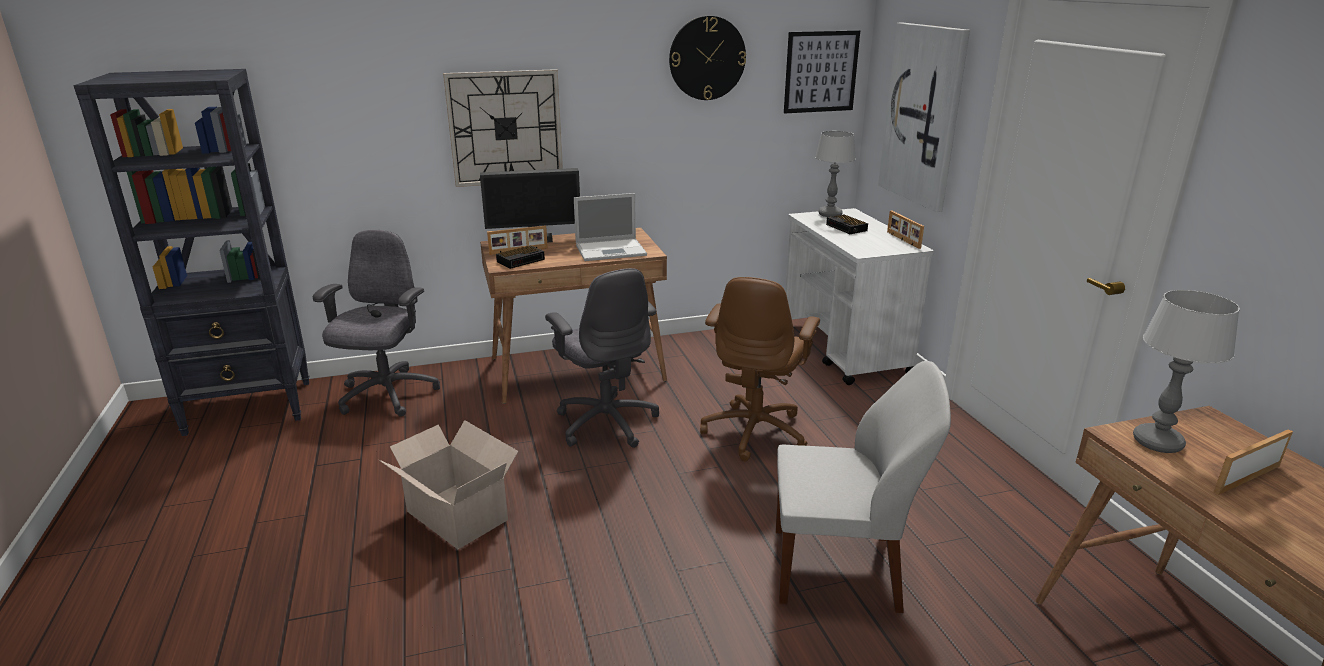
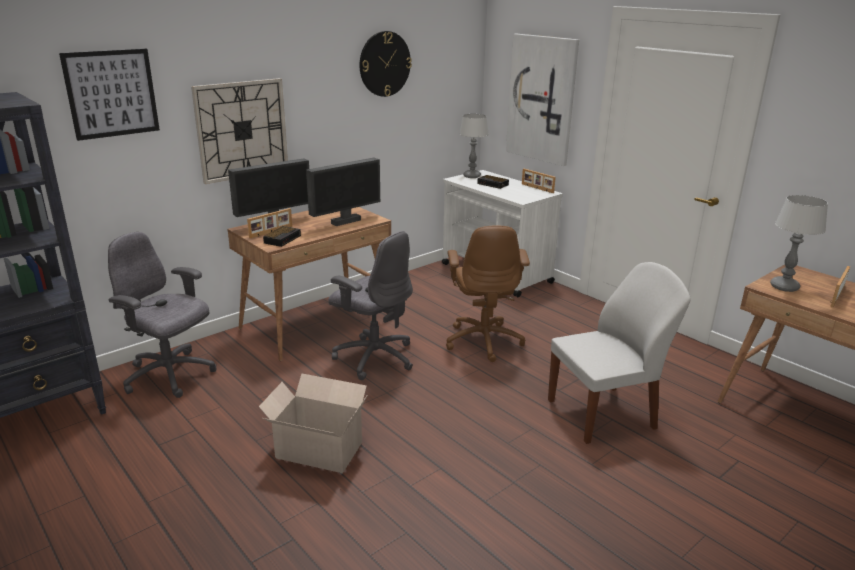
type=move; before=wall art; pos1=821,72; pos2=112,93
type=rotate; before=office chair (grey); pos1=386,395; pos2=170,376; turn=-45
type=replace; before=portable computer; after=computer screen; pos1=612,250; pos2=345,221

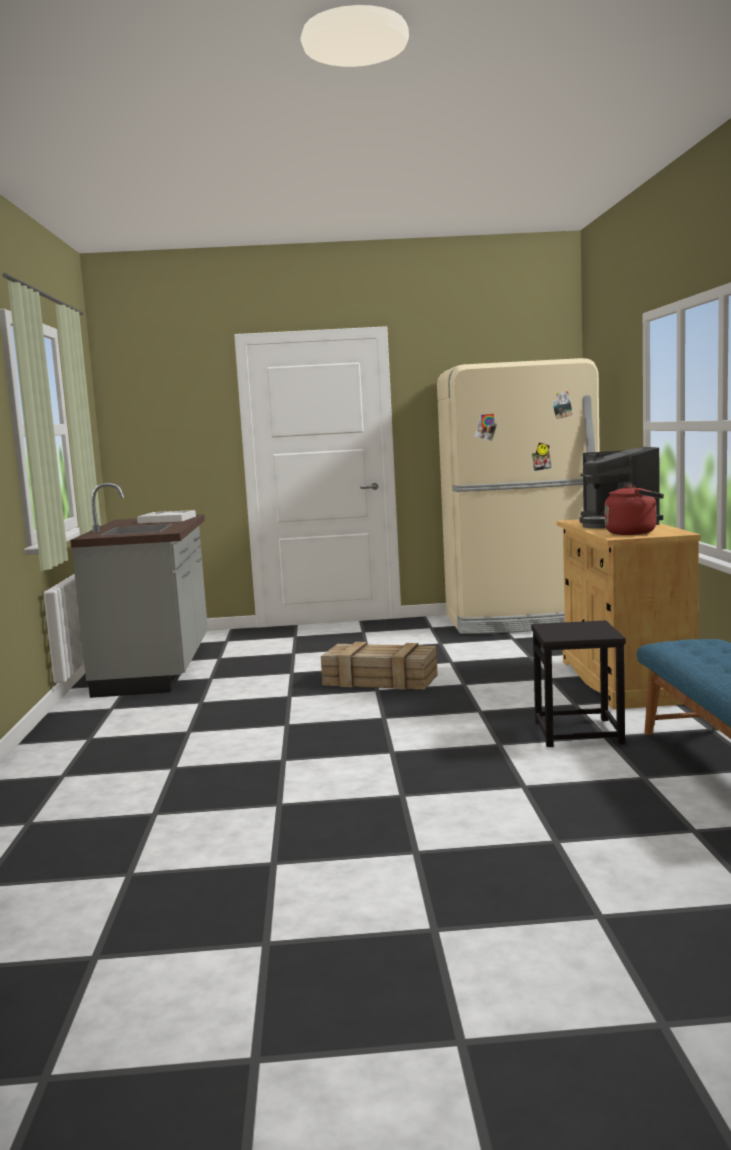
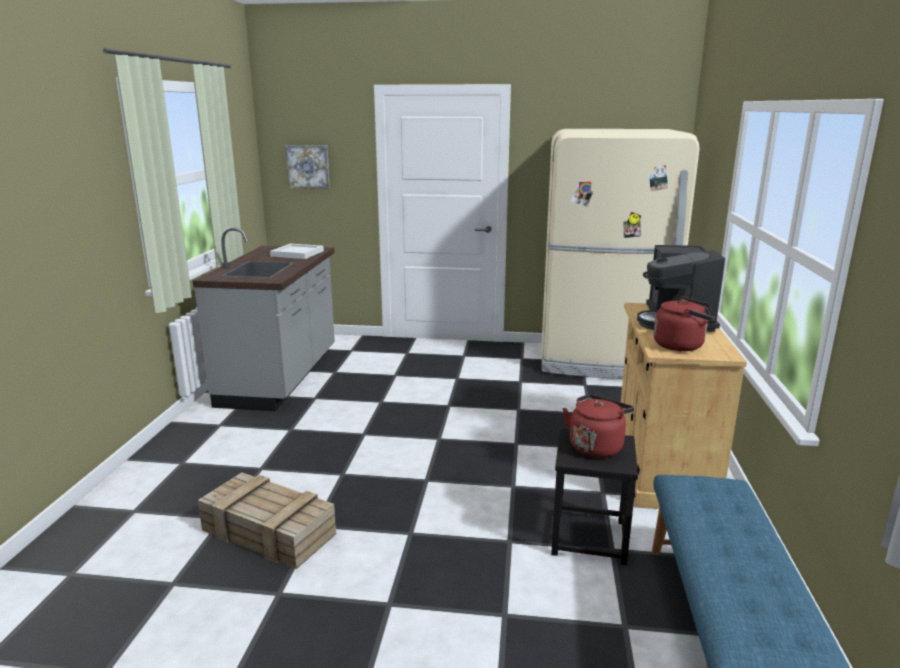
type=move; before=crate; pos1=378,680; pos2=266,531
type=insert; after=wall art; pos2=308,166
type=insert; after=water kettle (red-coloured); pos2=596,446

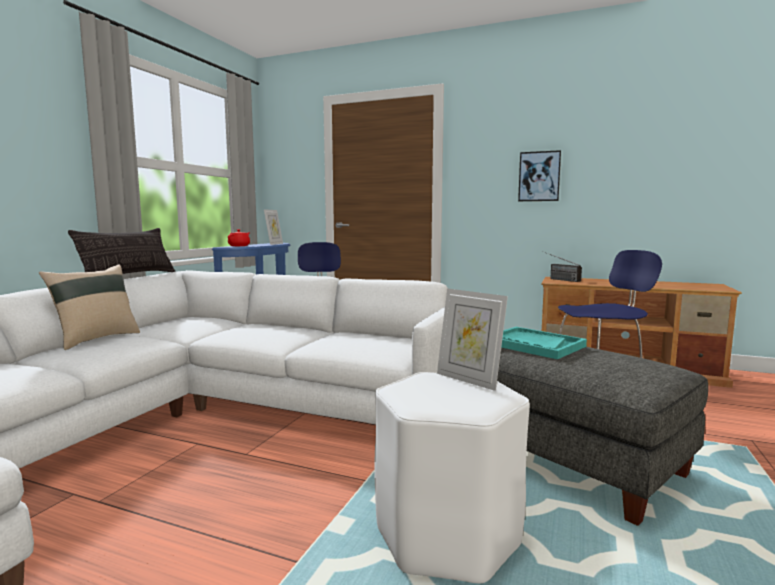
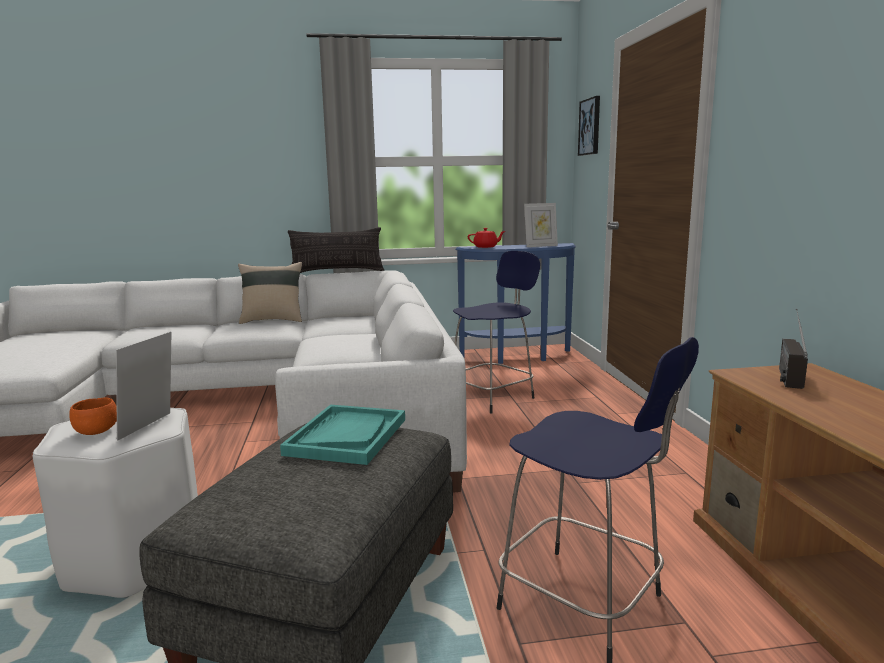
type=insert; after=serving bowl (orange-coloured); pos2=96,431
type=move; before=wall art; pos1=539,176; pos2=590,127

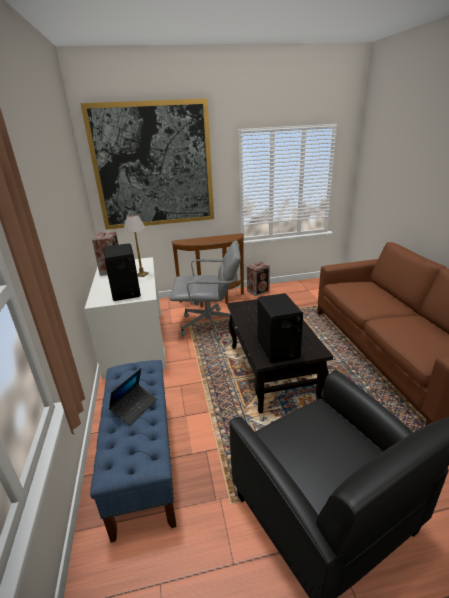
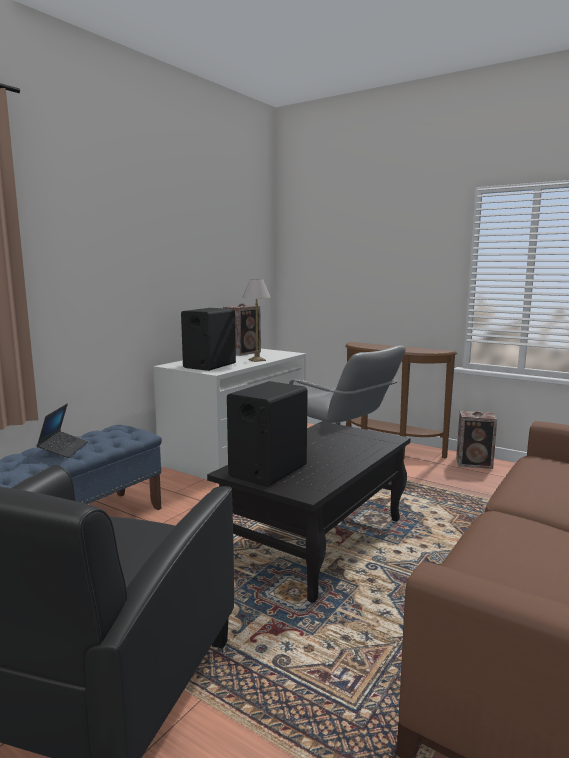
type=rotate; before=portable computer; pos1=134,407; pos2=63,449; turn=-75
type=delete; before=wall art; pos1=153,166

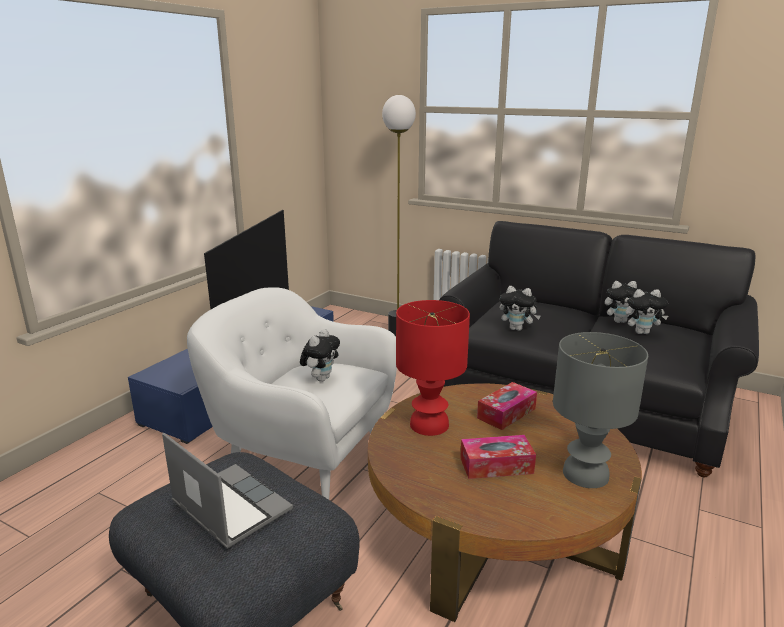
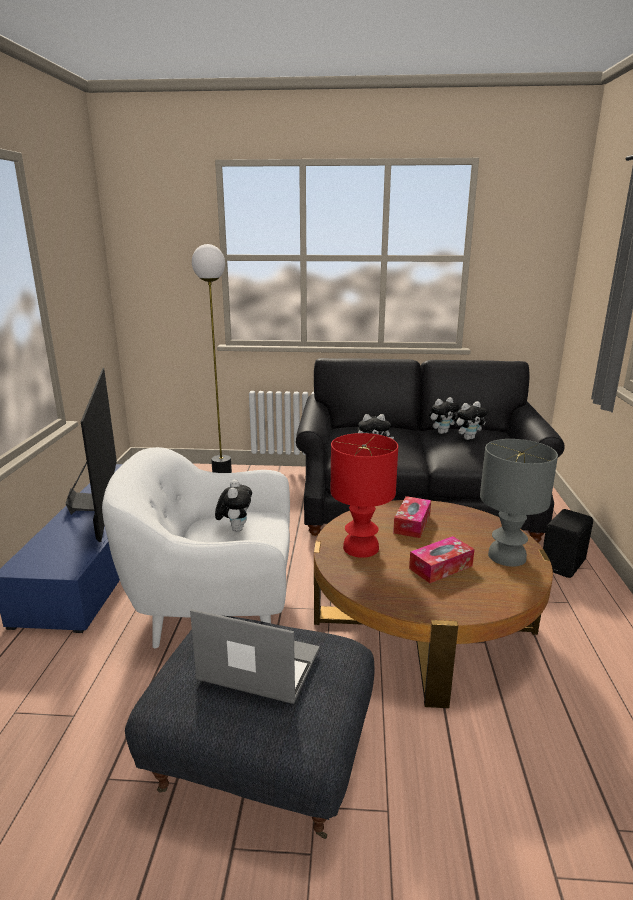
type=insert; after=audio speaker (black-coloured); pos2=564,565

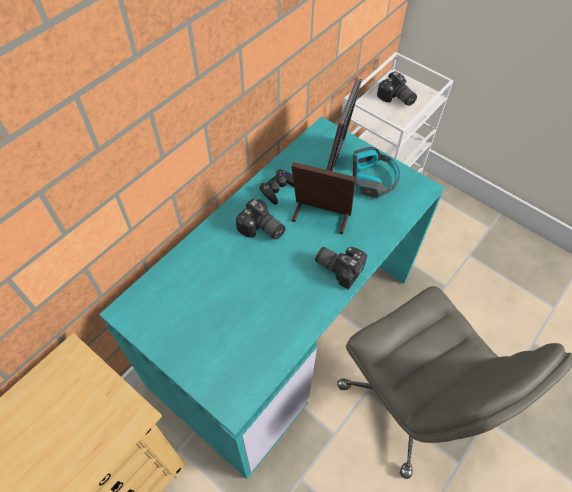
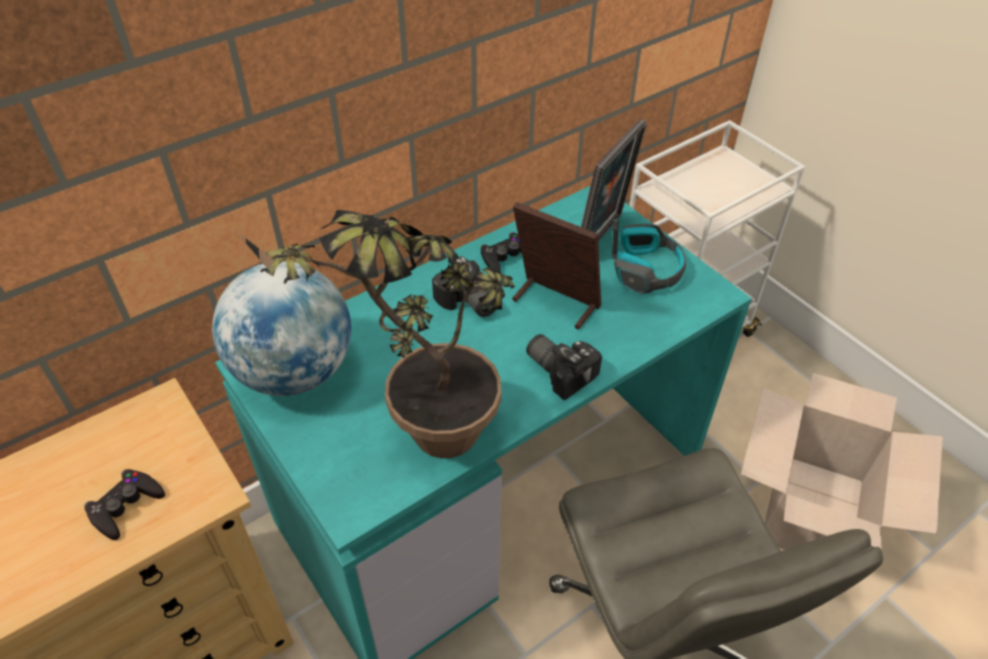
type=insert; after=gamepad (black-coloured); pos2=126,506
type=insert; after=desk globe; pos2=294,372
type=insert; after=potted plant; pos2=420,433
type=insert; after=packing box; pos2=813,512
type=delete; before=still camera; pos1=396,98

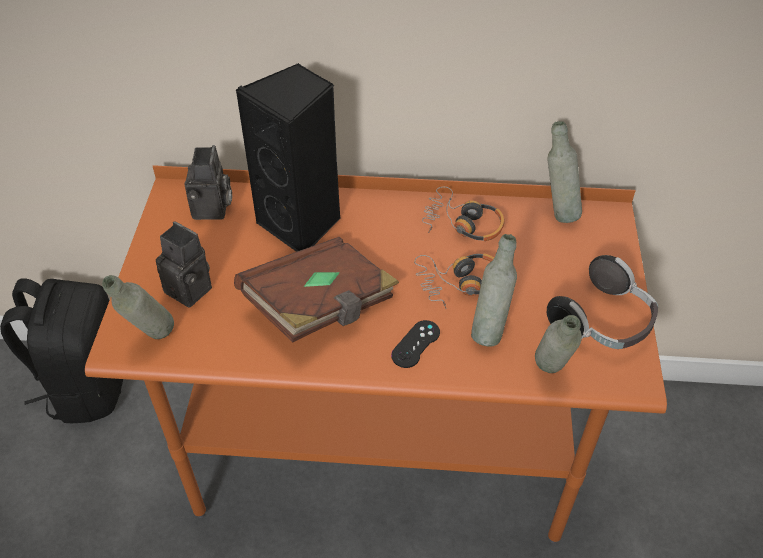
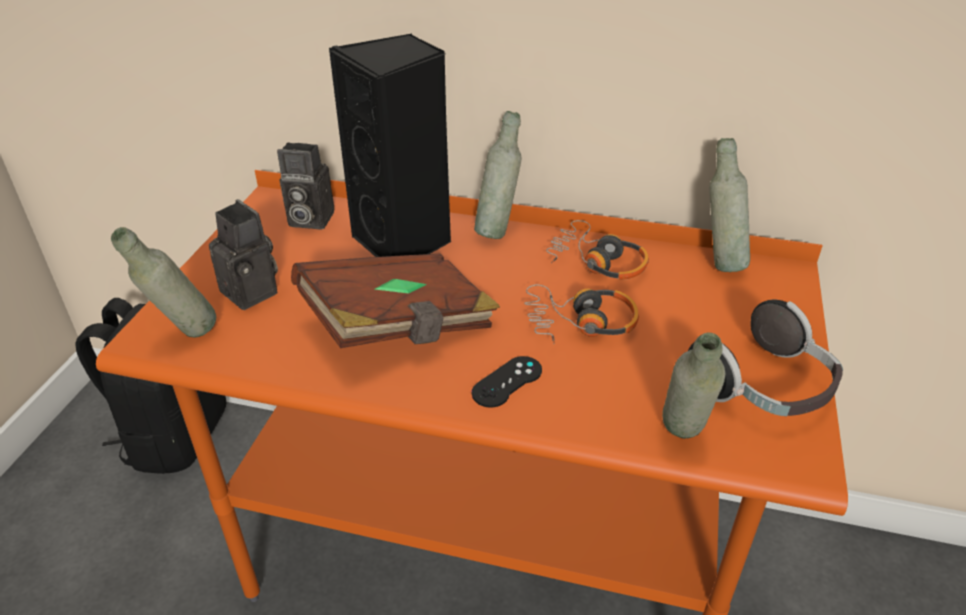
type=rotate; before=still camera; pos1=213,210; pos2=308,220; turn=90
type=move; before=drink bottle (grey); pos1=489,330; pos2=497,230

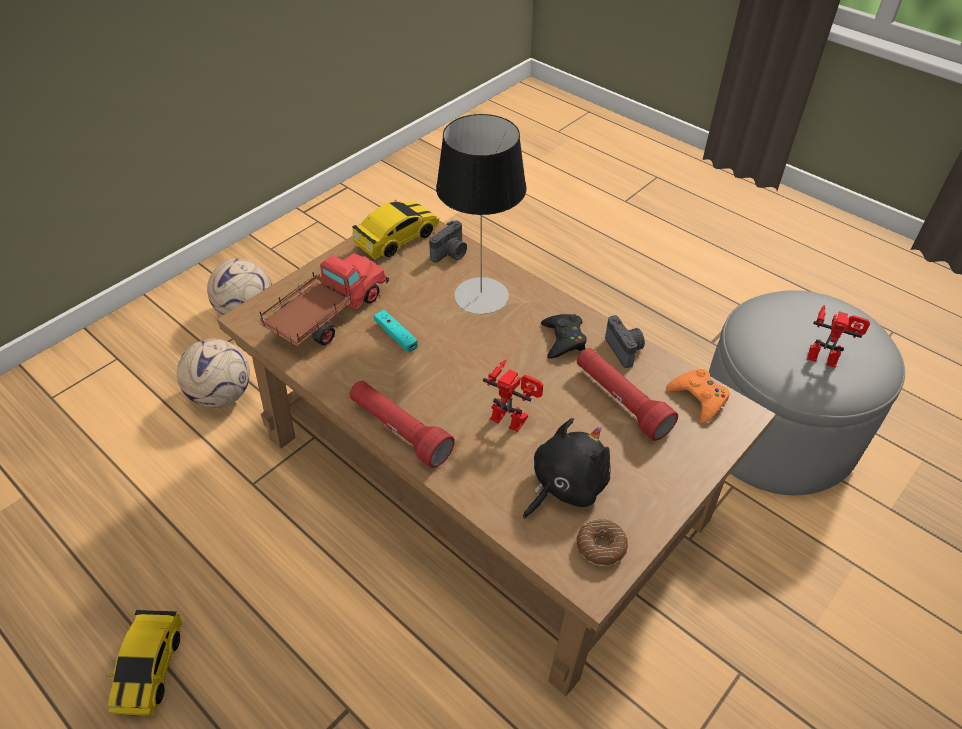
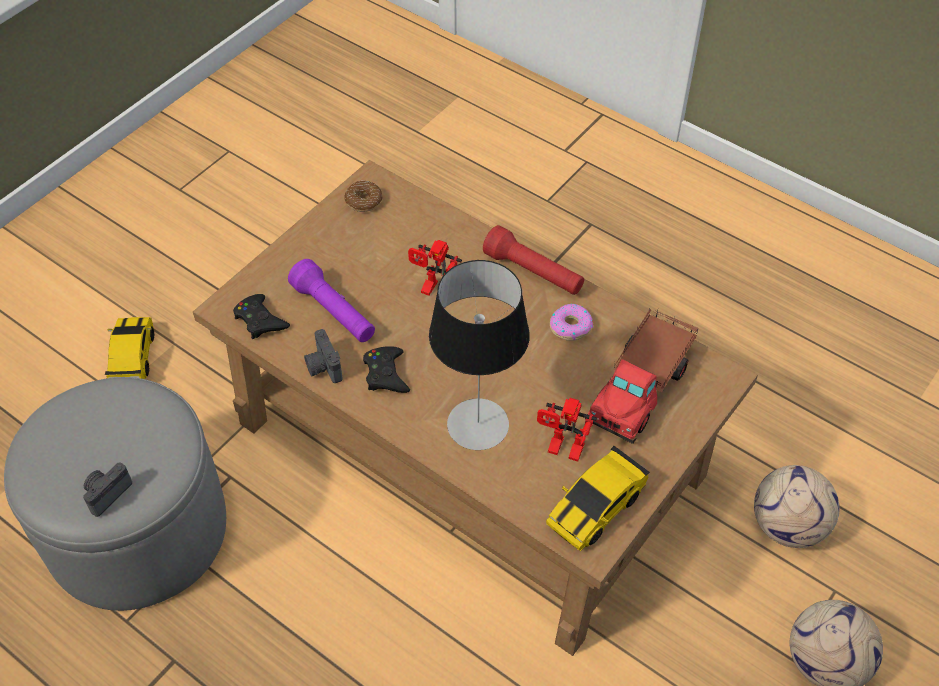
type=move; before=still camera; pos1=451,254; pos2=106,493
type=move; before=toy car; pos1=150,668; pos2=133,357
type=recolor; before=gamepad (orange-coloured); after=gamepad (black-coloured); pos1=698,398; pos2=260,320
type=recolor; before=hand torch (red-coloured); after=hand torch (purple); pos1=620,401; pos2=334,312
type=move; before=toy robot; pos1=825,355; pos2=562,451
type=insert; after=donut; pos2=570,326
type=delete; before=gamepad (blue-green); pos1=396,335
type=delete; before=plush toy (black-coloured); pos1=565,485

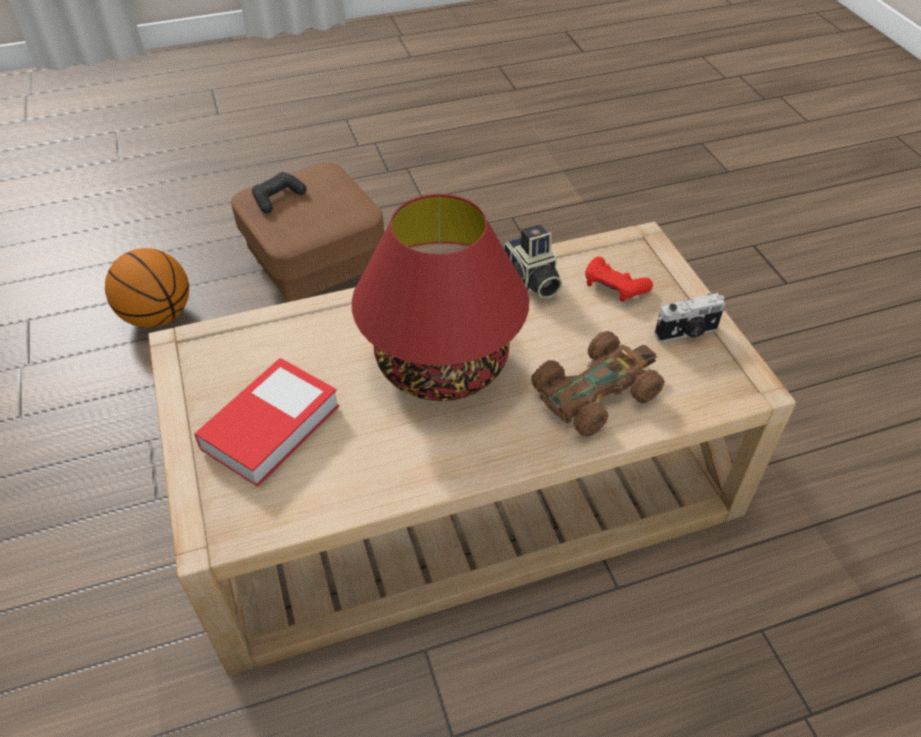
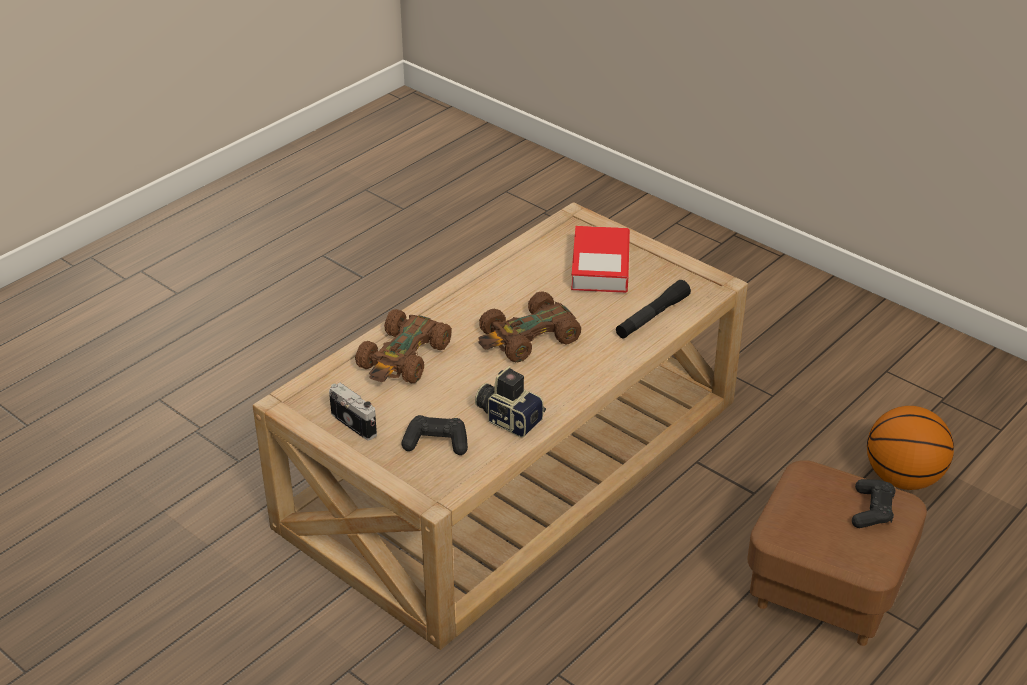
type=rotate; before=still camera; pos1=687,333; pos2=355,423; turn=90
type=recolor; before=gamepad (red-coloured); after=gamepad (black-coloured); pos1=614,287; pos2=436,443
type=replace; before=lamp for a table (red-coloured); after=toy car (brown); pos1=441,364; pos2=528,338
type=insert; after=hand torch (black-coloured); pos2=652,317

